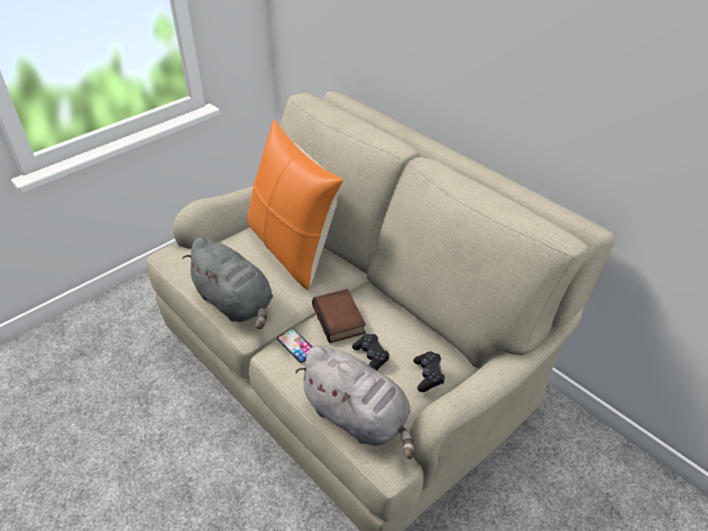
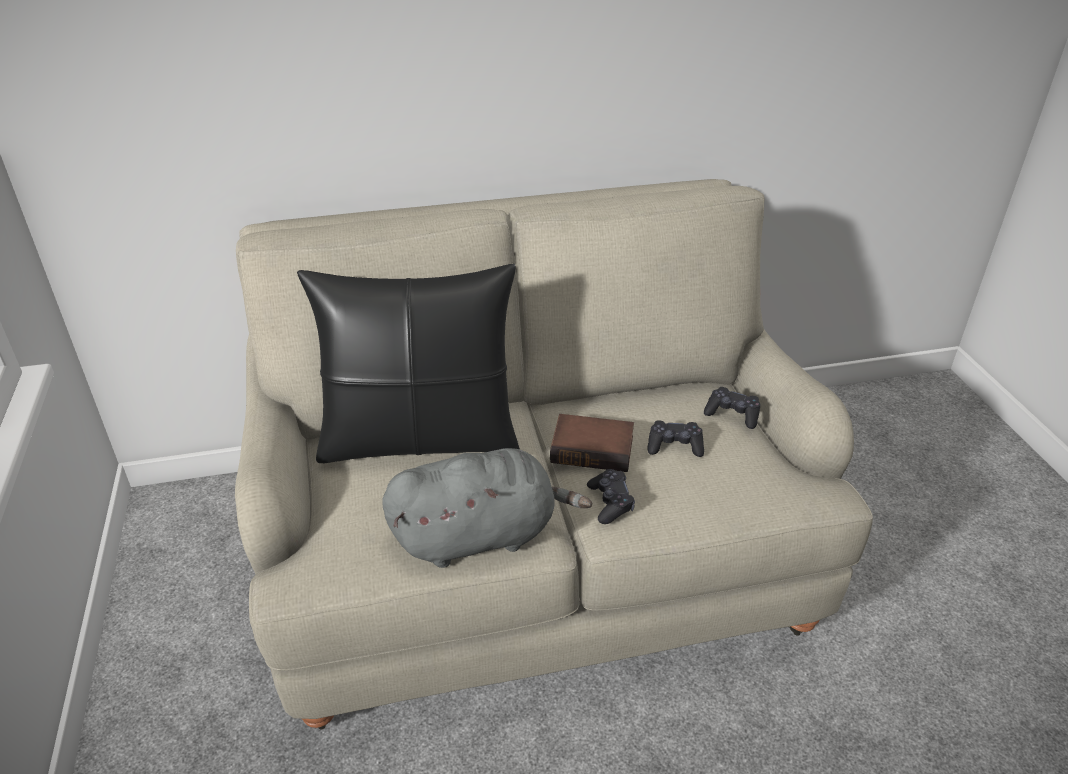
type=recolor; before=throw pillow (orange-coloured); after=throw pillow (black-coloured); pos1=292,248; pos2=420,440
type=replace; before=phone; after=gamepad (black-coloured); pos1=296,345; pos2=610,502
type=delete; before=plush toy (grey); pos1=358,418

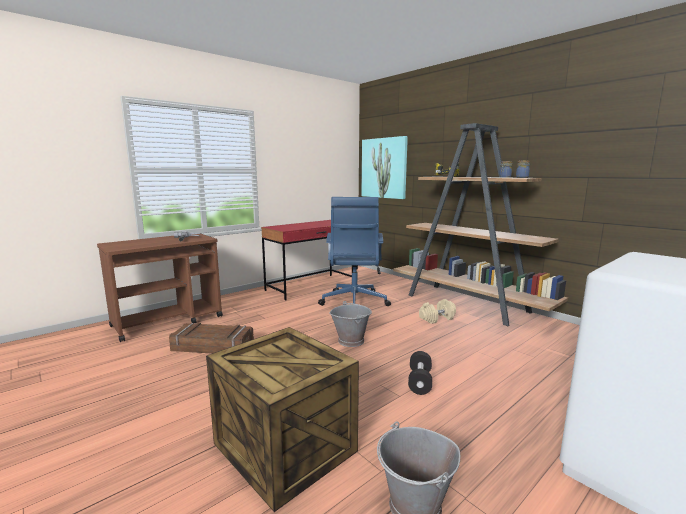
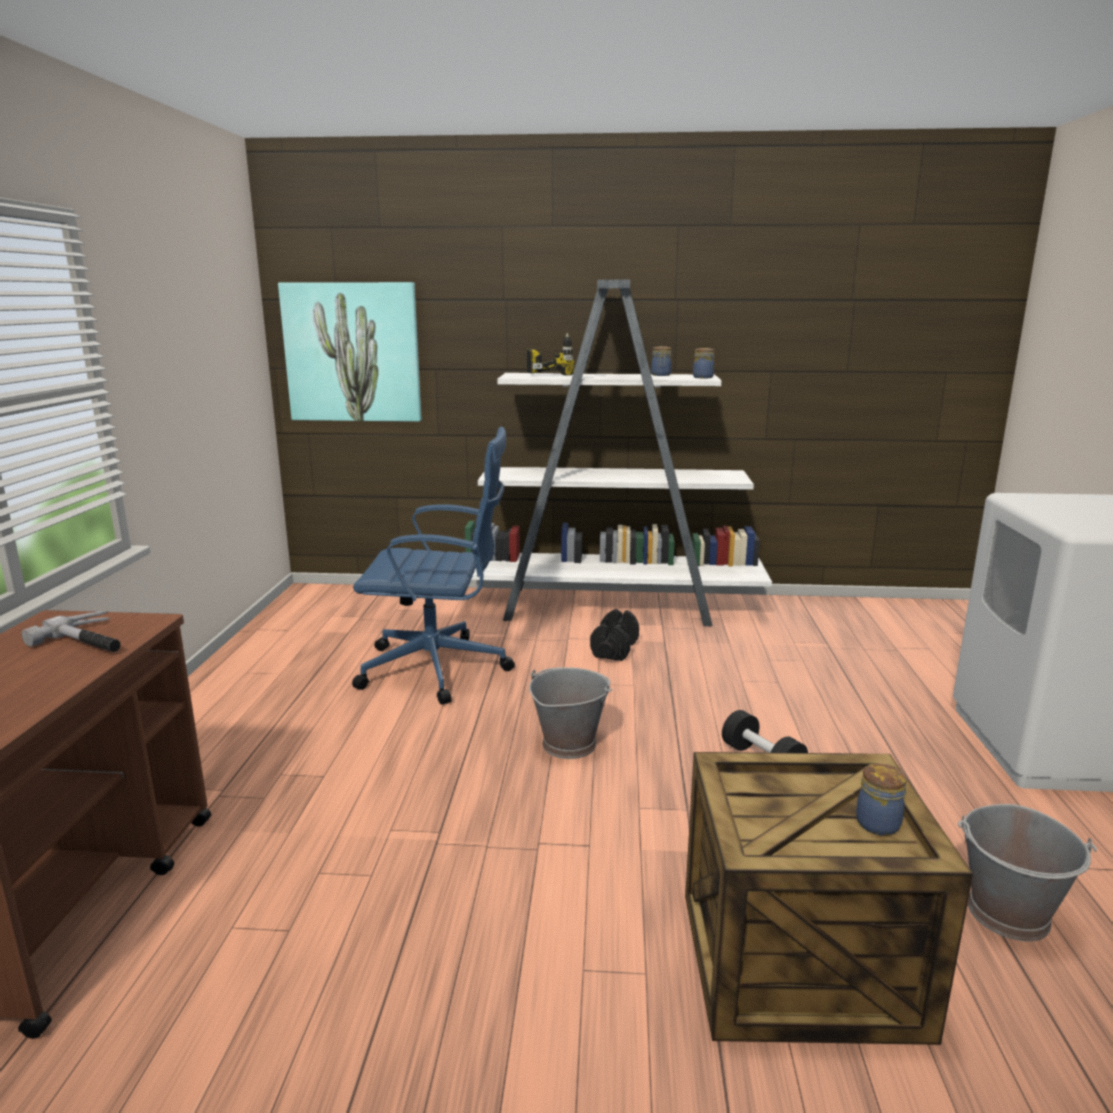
type=rotate; before=office chair (blue-coloured); pos1=354,302; pos2=439,669; turn=-45
type=recolor; before=bookshelf (brown); after=bookshelf (white); pos1=468,304; pos2=611,607
type=recolor; before=dumbbell (beige); after=dumbbell (black-coloured); pos1=437,318; pos2=614,649
type=insert; after=jar; pos2=878,823
type=delete; before=crate; pos1=213,346
type=delete; before=desk (red-coloured); pos1=310,286

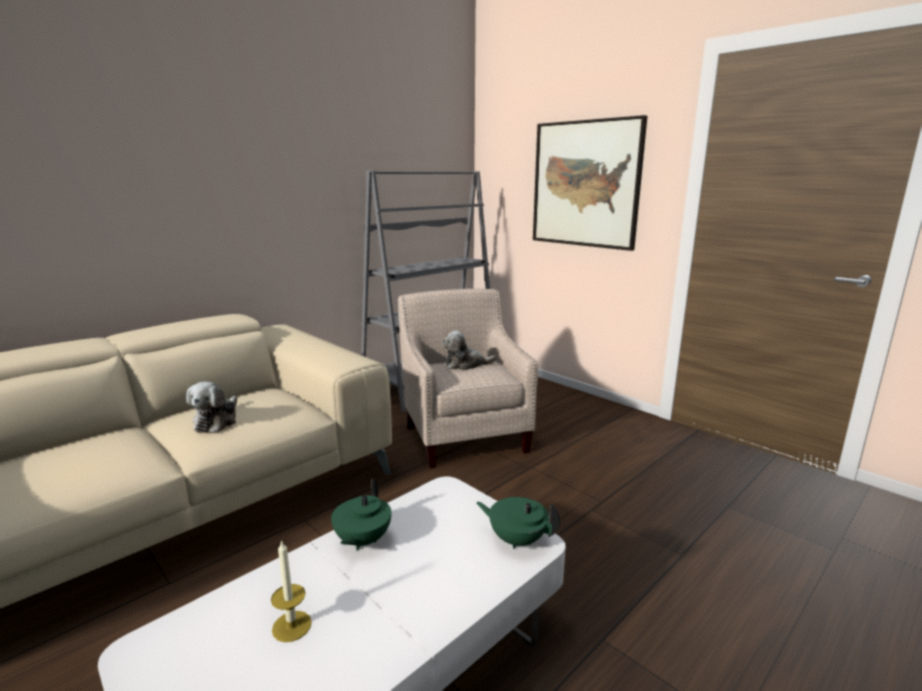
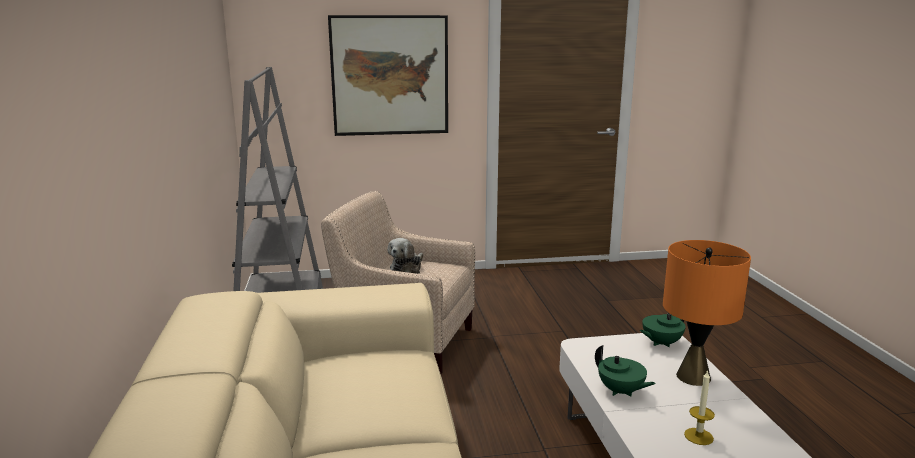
type=insert; after=lamp for a table (orange-coloured); pos2=693,377
type=delete; before=plush toy; pos1=217,421

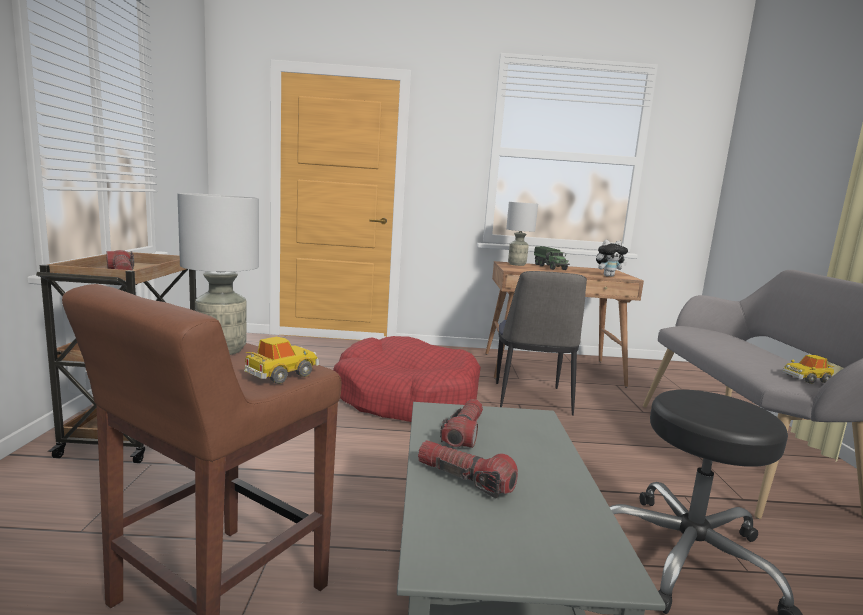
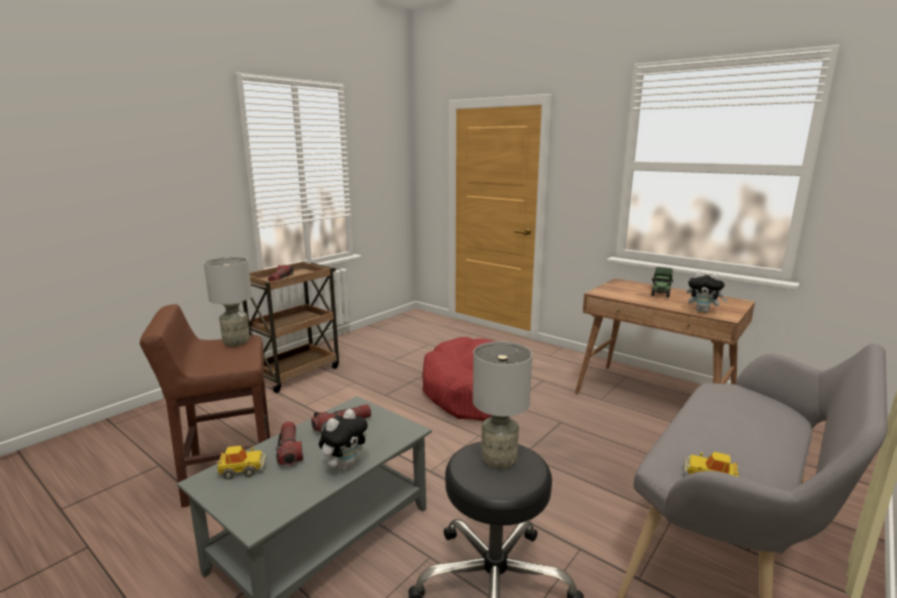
type=move; before=toy car; pos1=282,374; pos2=242,470
type=insert; after=plush toy; pos2=345,465
type=move; before=lamp for a table (grey); pos1=517,264; pos2=499,461
type=delete; before=plain chair; pos1=531,399

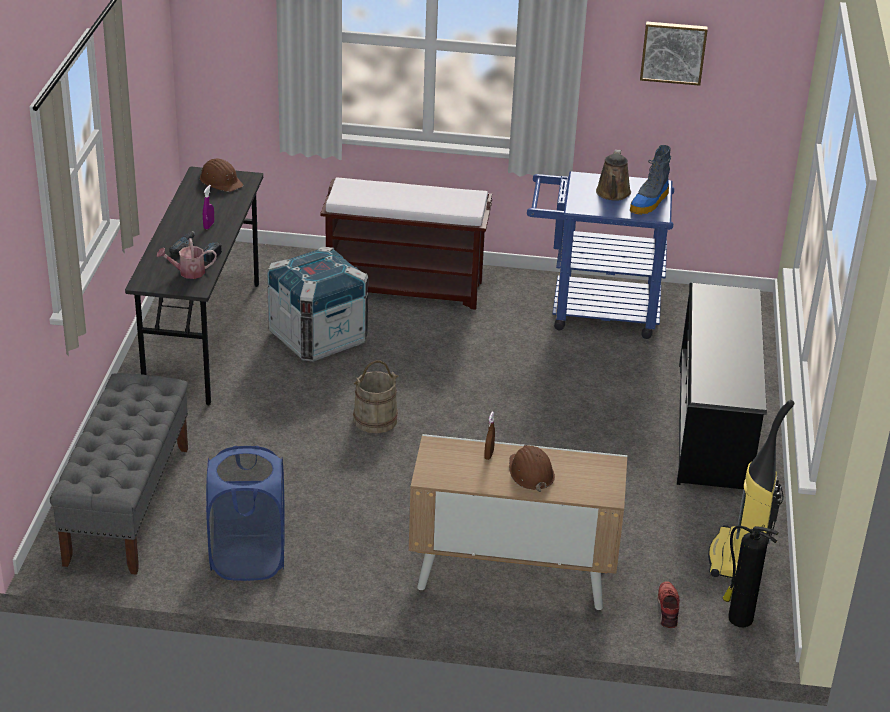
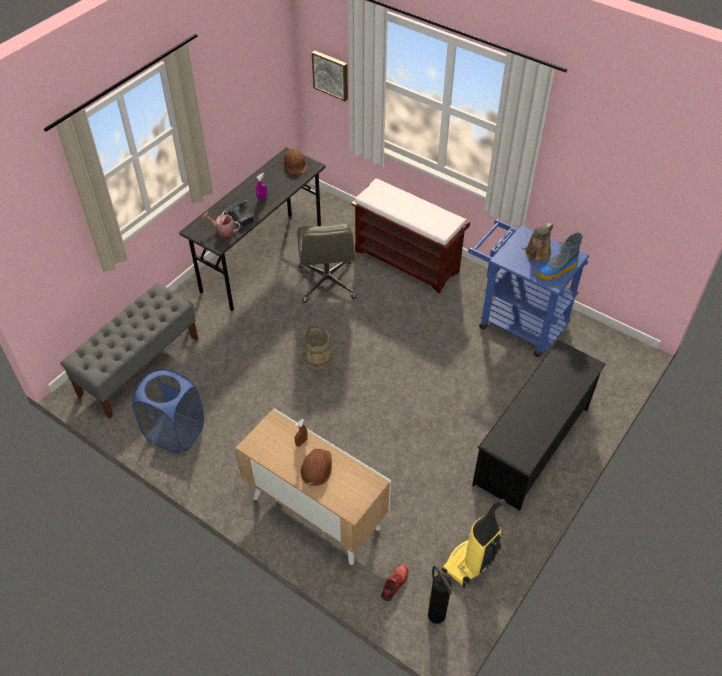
type=replace; before=crate; after=office chair (grey); pos1=318,338; pos2=327,283
type=move; before=wall art; pos1=673,52; pos2=331,74

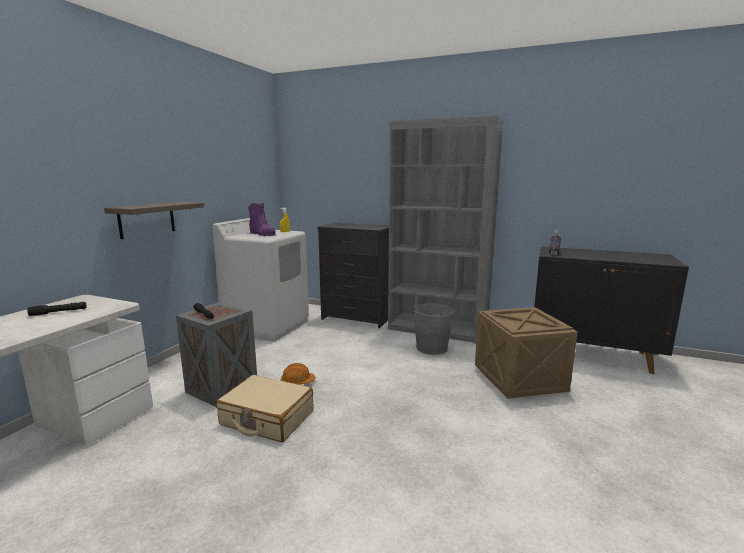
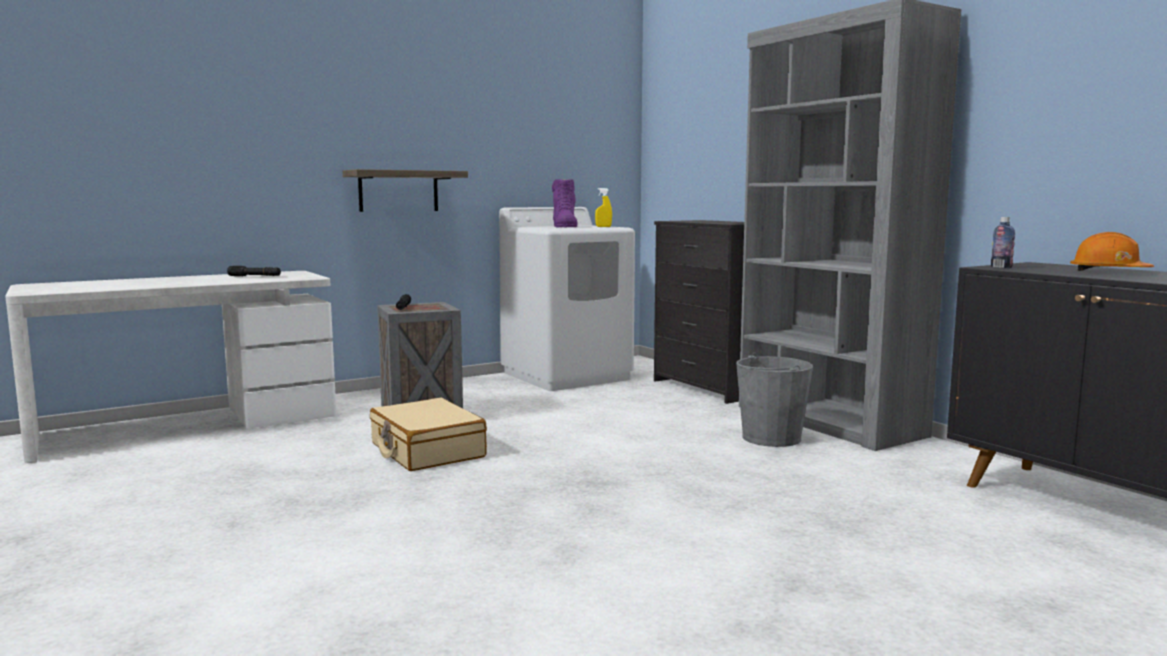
type=move; before=hard hat (orange-coloured); pos1=297,381; pos2=1108,272
type=delete; before=crate; pos1=519,379

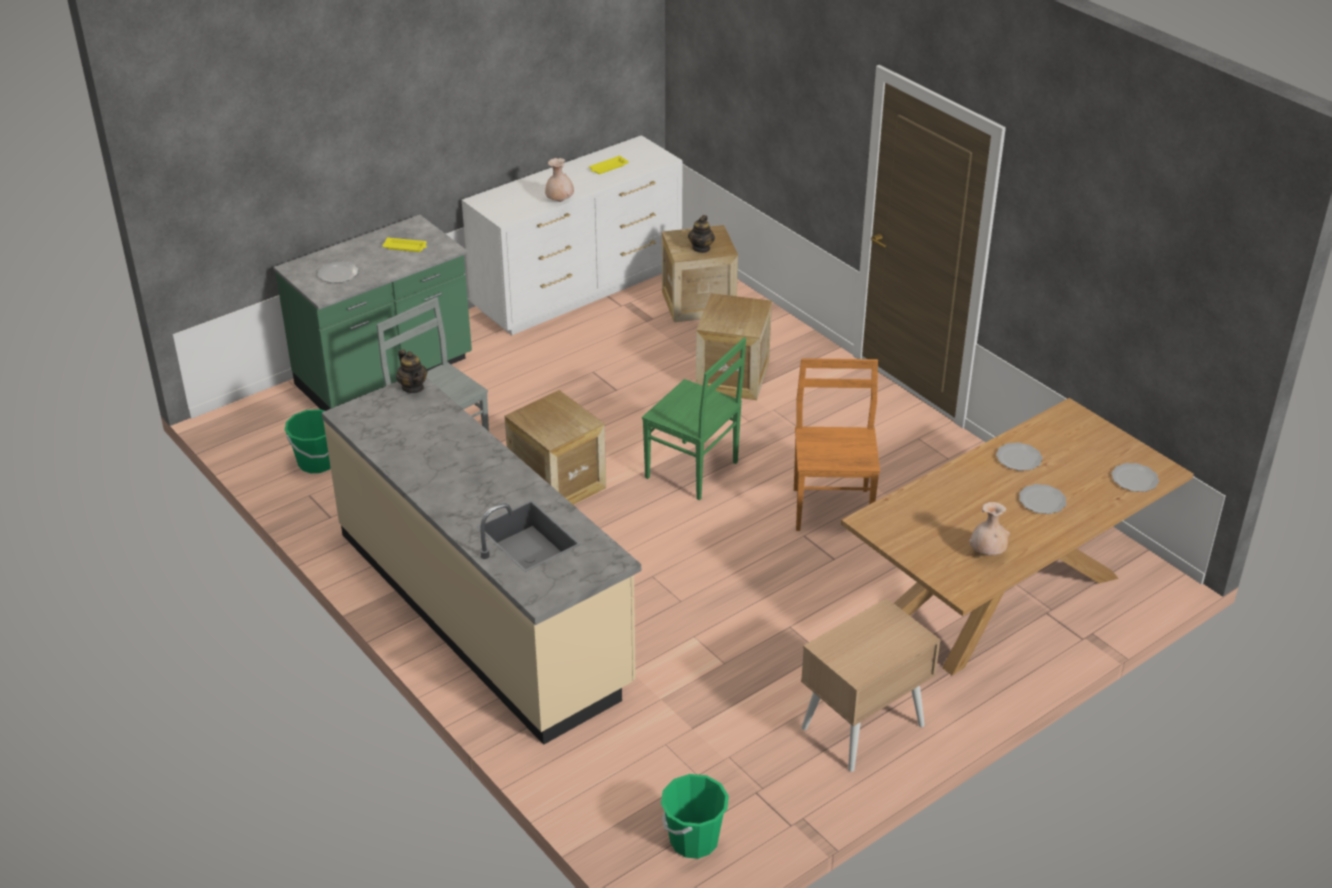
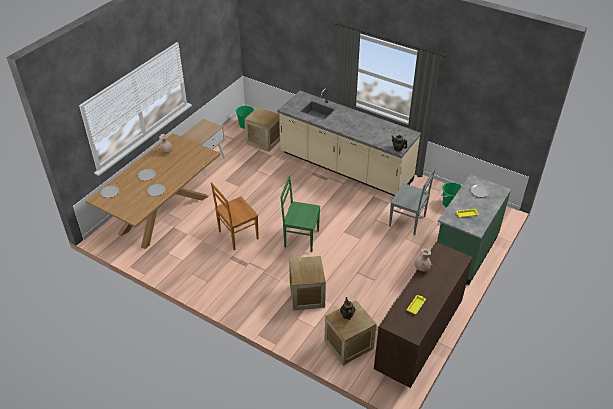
type=rotate; before=plain chair (brown); pos1=832,508; pos2=237,235; turn=75
type=move; before=crate; pos1=557,483; pos2=264,141
type=recolor; before=dresser (white); after=dresser (brown); pos1=579,289; pos2=418,337

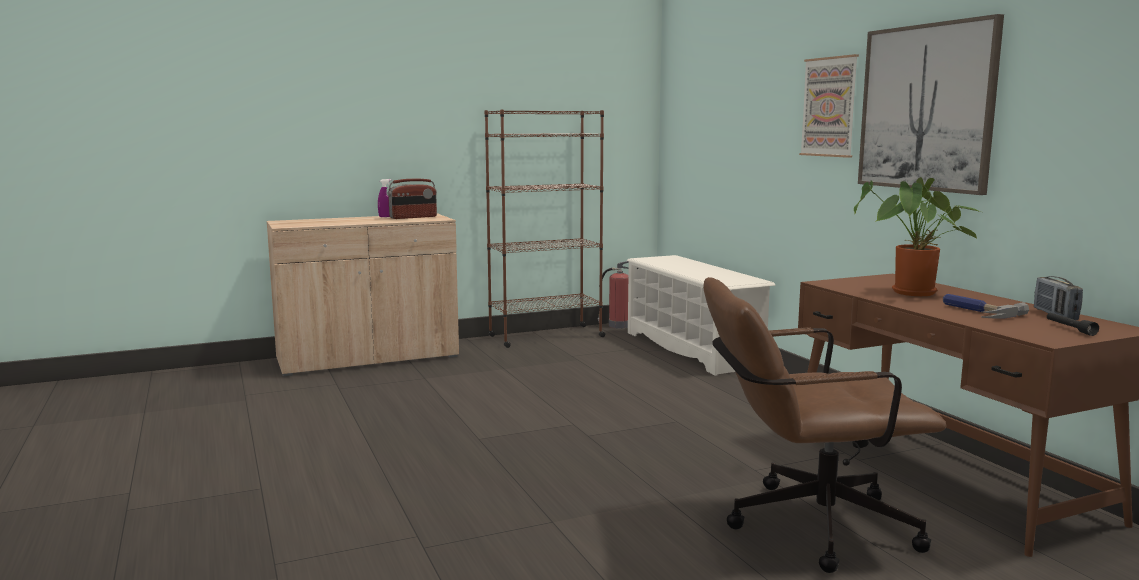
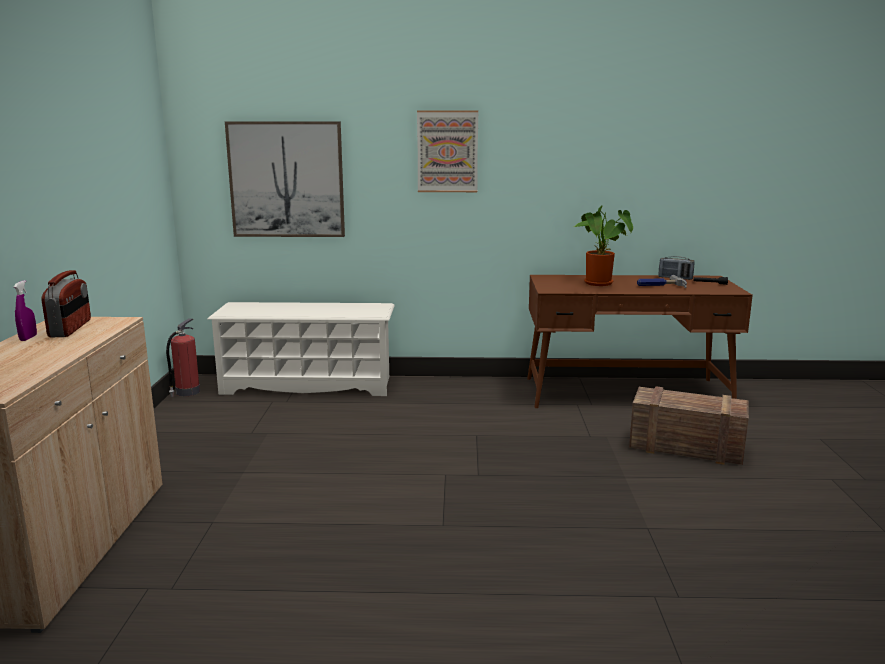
type=move; before=wall art; pos1=926,107; pos2=286,180
type=replace; before=office chair (brown); after=crate; pos1=805,525; pos2=684,447
type=delete; before=bookshelf (brown); pos1=545,336

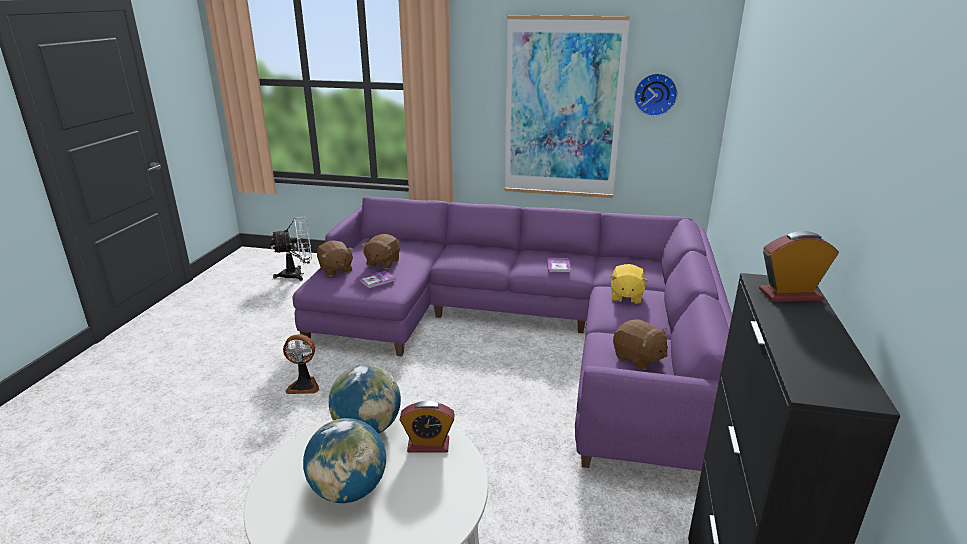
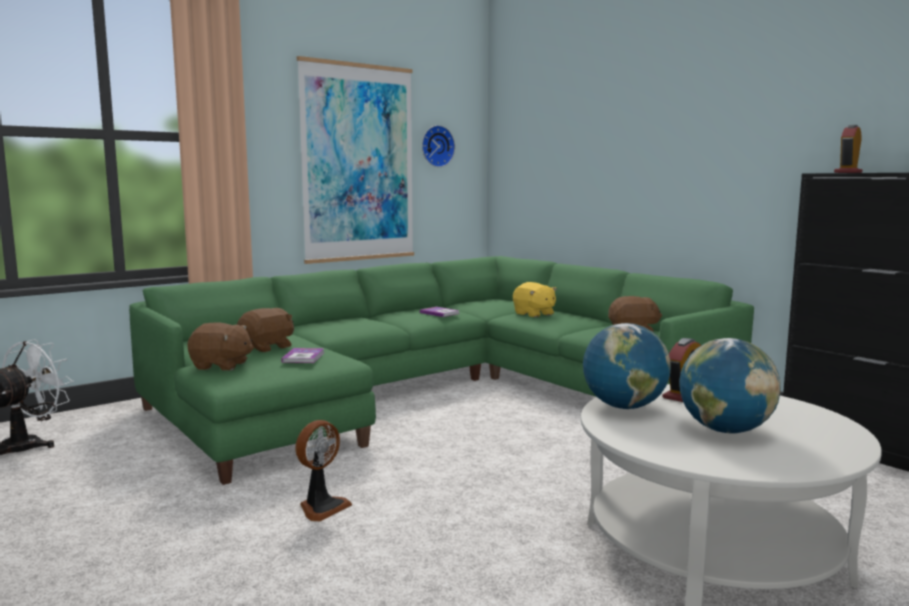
type=recolor; before=settee (purple); after=settee (green); pos1=529,330; pos2=436,391
type=rotate; before=plush toy (brown); pos1=382,263; pos2=267,347; turn=-105

